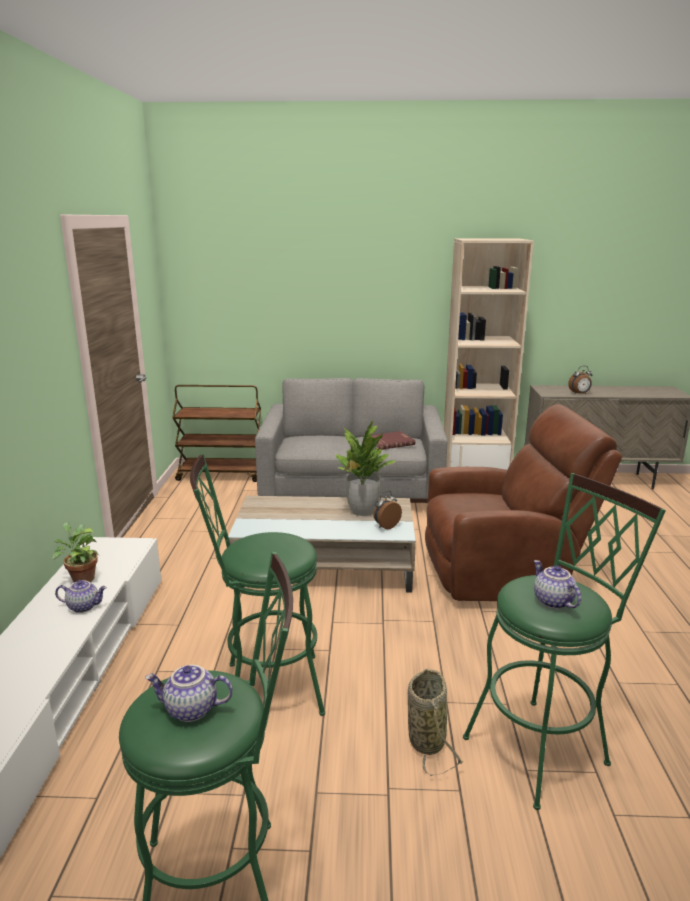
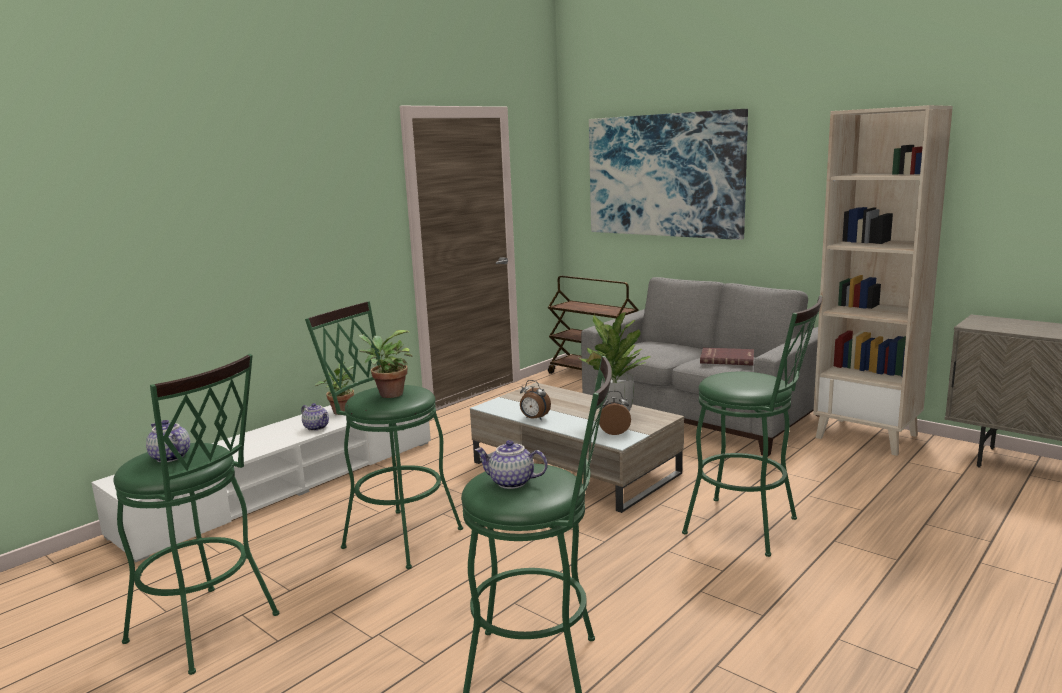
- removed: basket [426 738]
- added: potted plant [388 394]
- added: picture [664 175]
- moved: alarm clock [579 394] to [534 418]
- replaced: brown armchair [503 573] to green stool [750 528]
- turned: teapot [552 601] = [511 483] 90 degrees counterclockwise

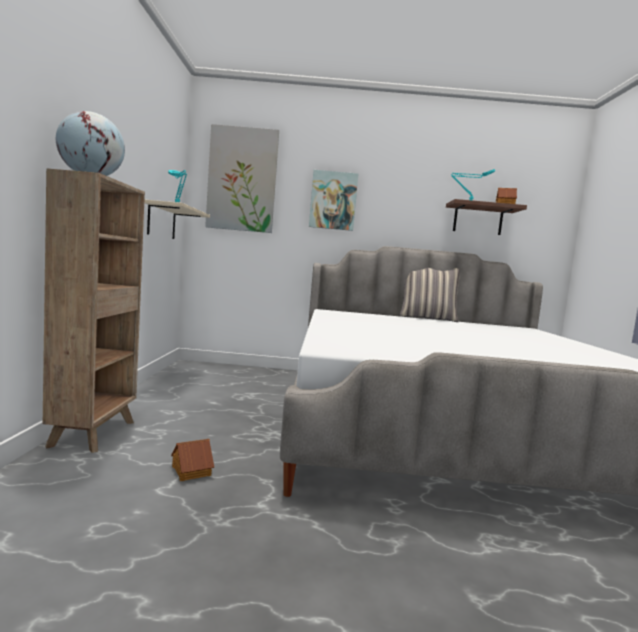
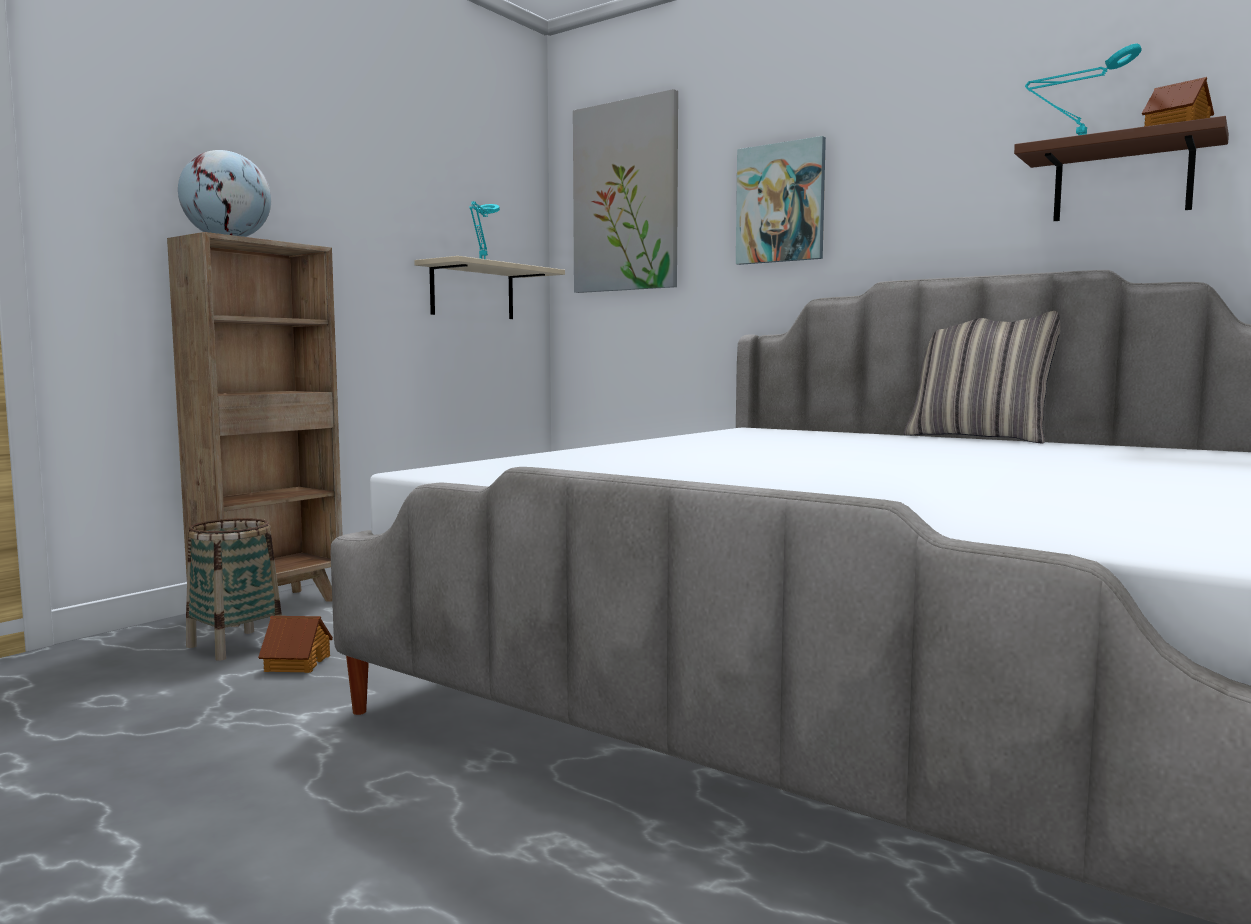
- added: basket [235 645]

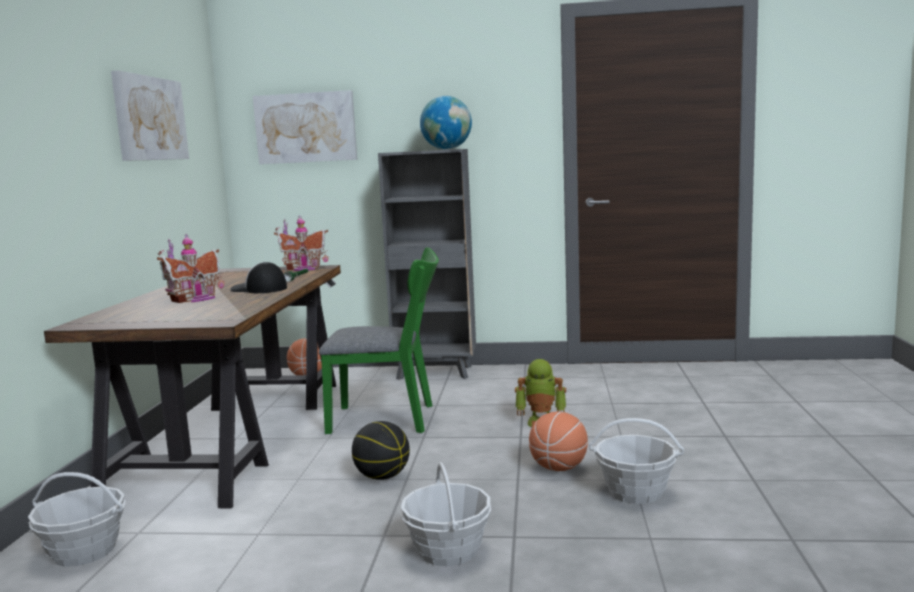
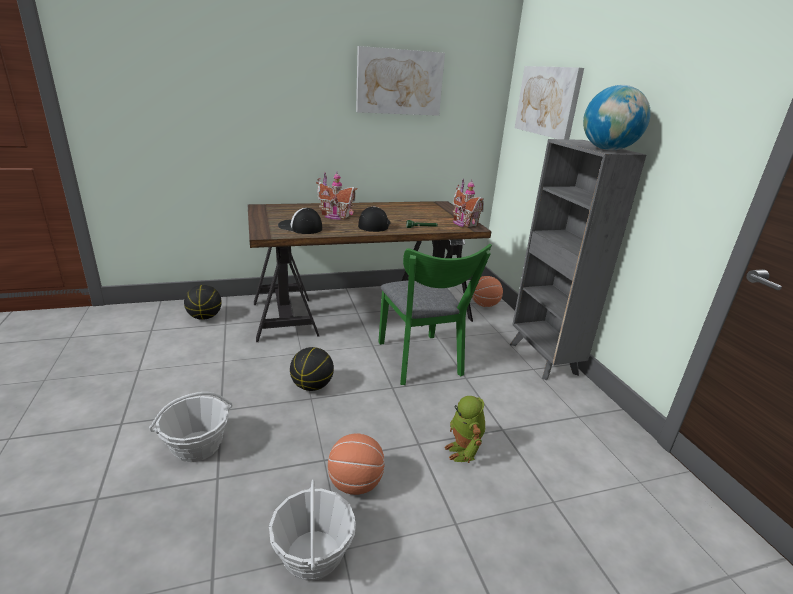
- added: cap [300 227]
- replaced: basket [84 551] to basketball [205 317]

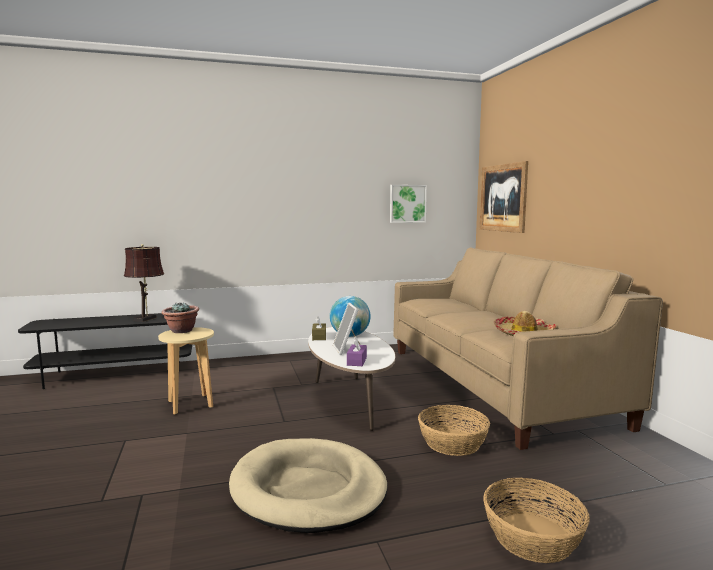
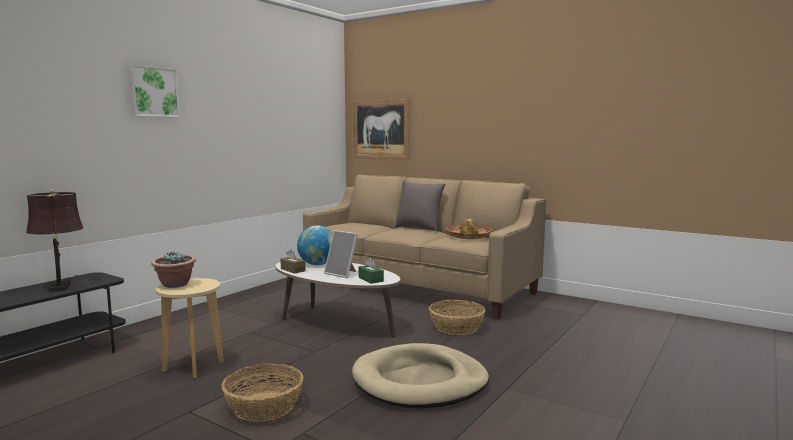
- added: grey pillow [419 228]
- moved: picture [407 203] to [153 92]
- moved: basket [533 537] to [264 407]
- recoloured: purple tissue box [357 361] to green tissue box [370 279]

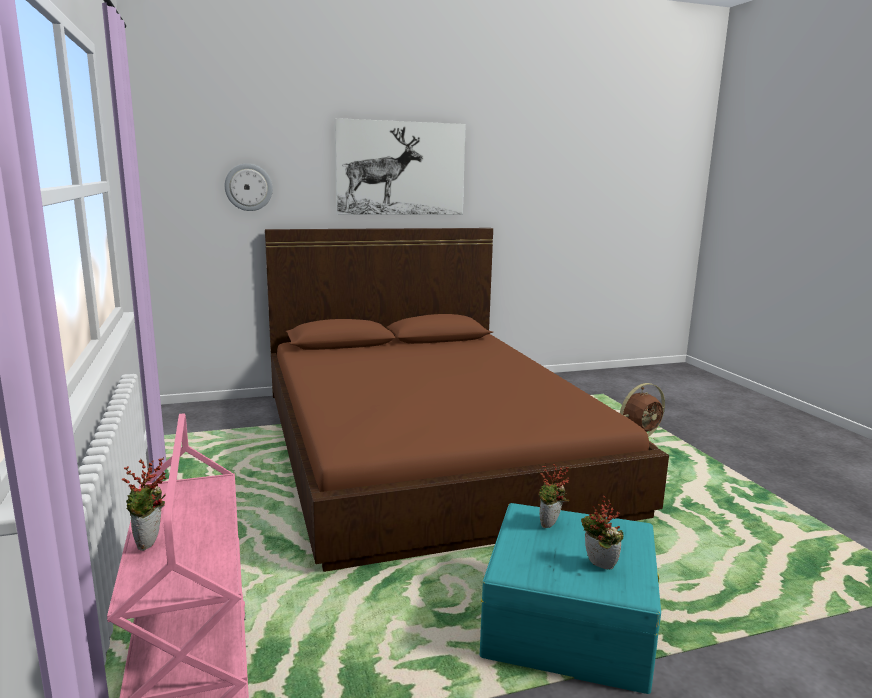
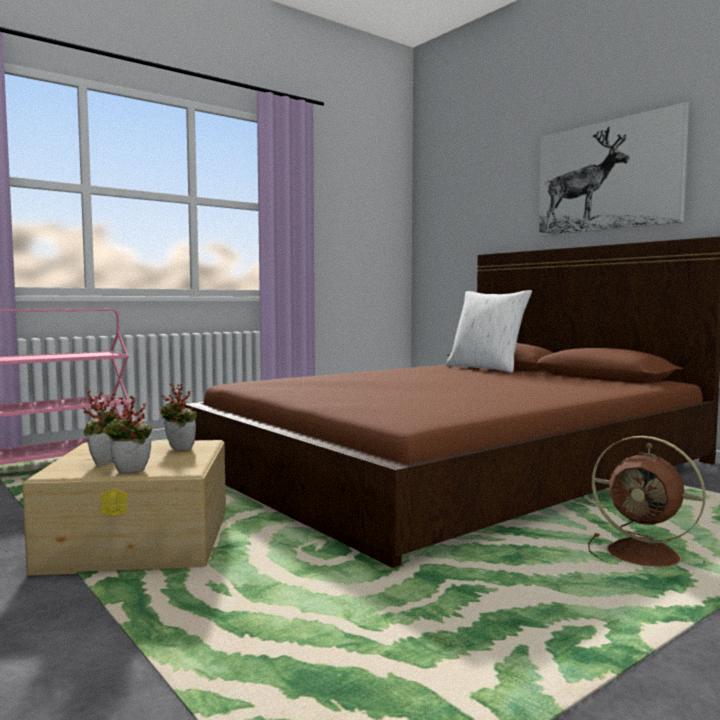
- removed: wall clock [248 187]
- added: white pillow [486 368]
- moved: potted plant [151 544] to [130 471]
- recoloured: turquoise storage box [569 621] to beige storage box [140 540]

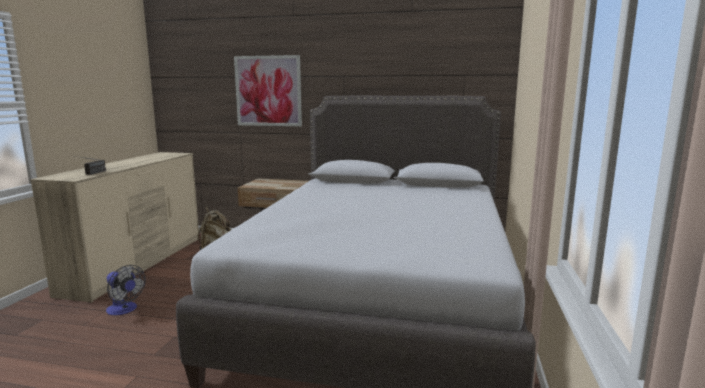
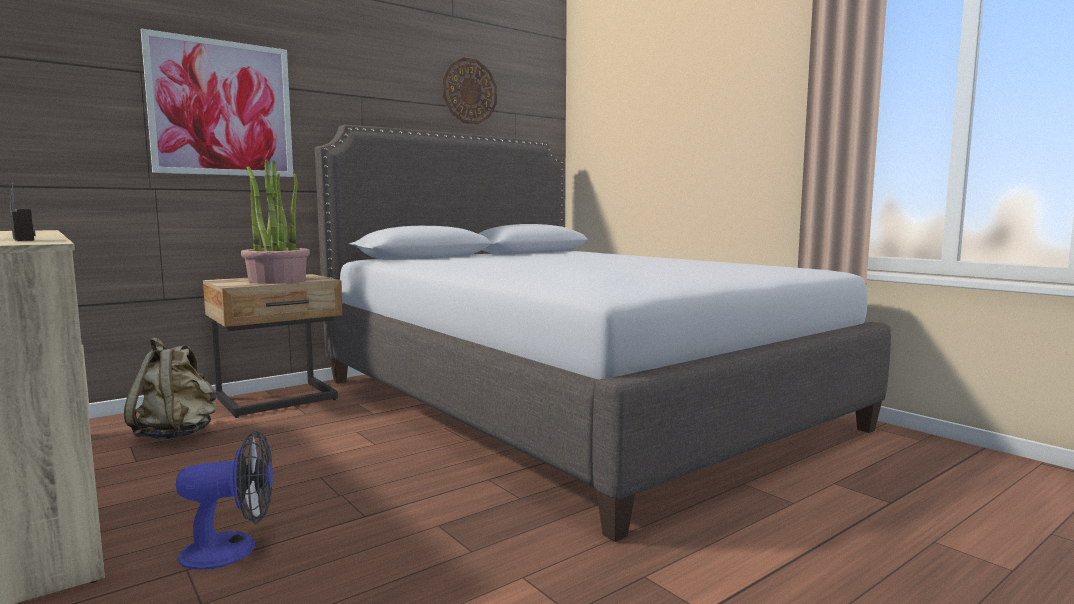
- added: potted plant [277 280]
- added: wall clock [469 91]

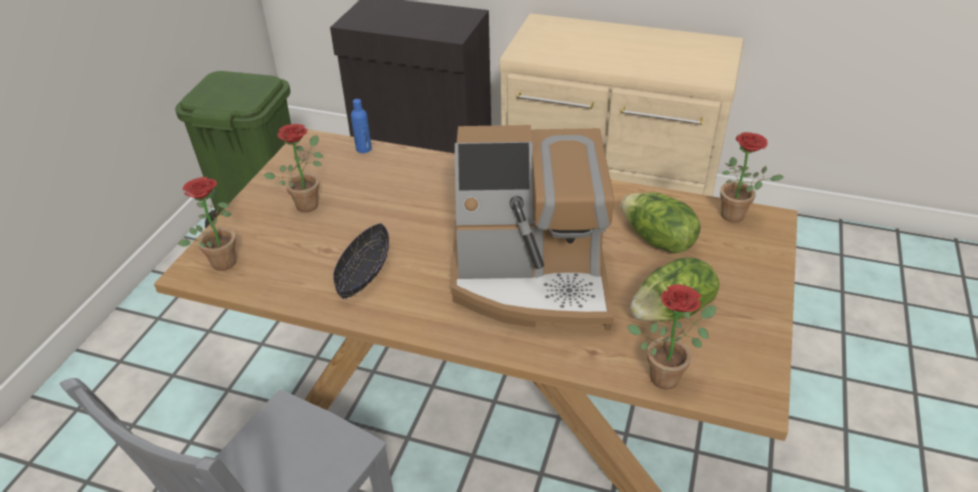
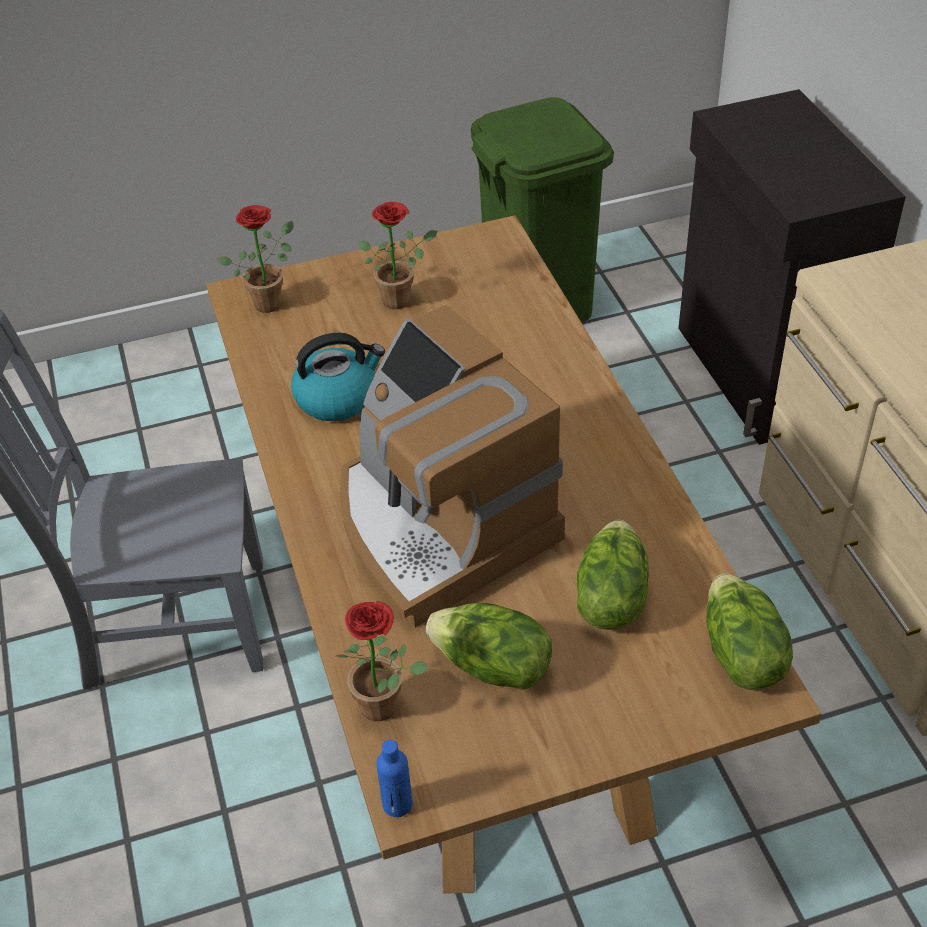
- moved: blue bottle [363 149] to [397 804]
- replaced: black bowl [363 271] to kettle [337 397]
- replaced: potted plant [738 216] to lettuce [740 654]

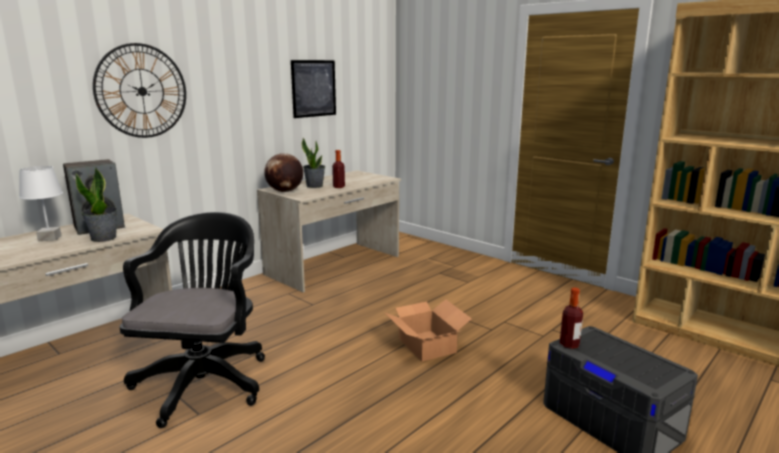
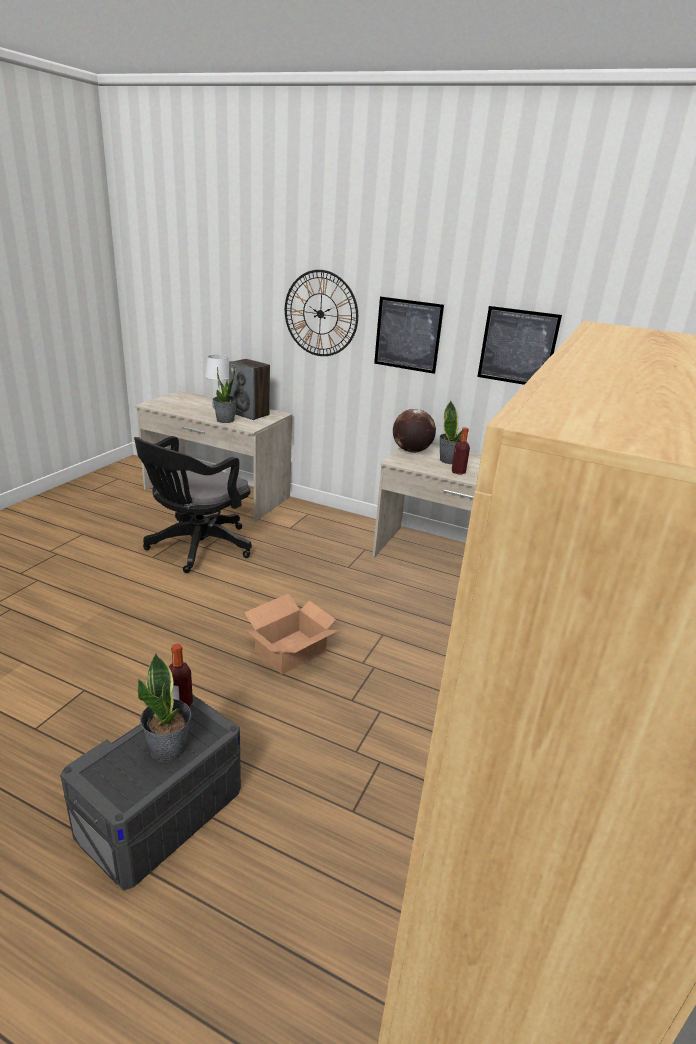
- added: potted plant [169 748]
- added: picture [408 335]
- turned: black office chair [205 380] = [196 548] 135 degrees clockwise

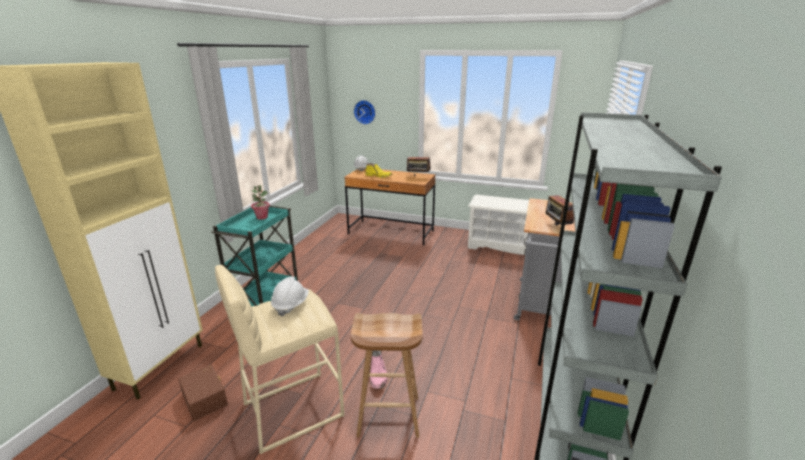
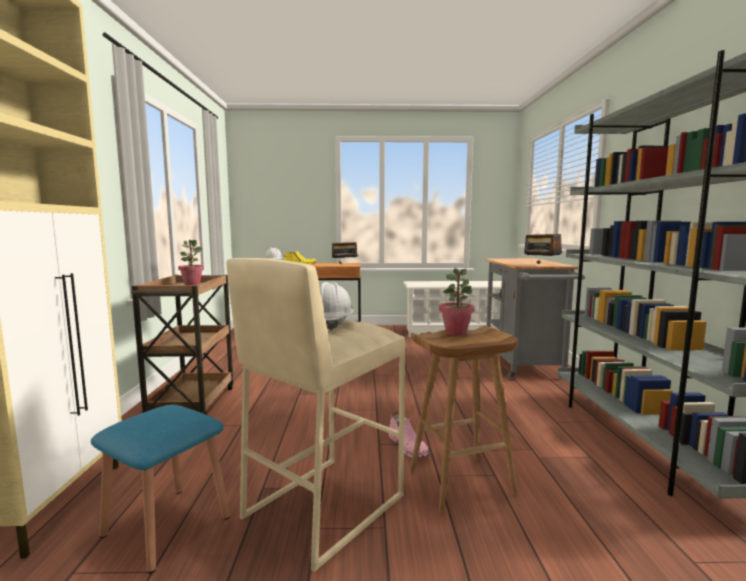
- removed: wall clock [365 112]
- added: potted plant [456 332]
- replaced: brown storage box [206 398] to blue stool [167 526]
- recoloured: turquoise cart [265 298] to brown cart [192 403]

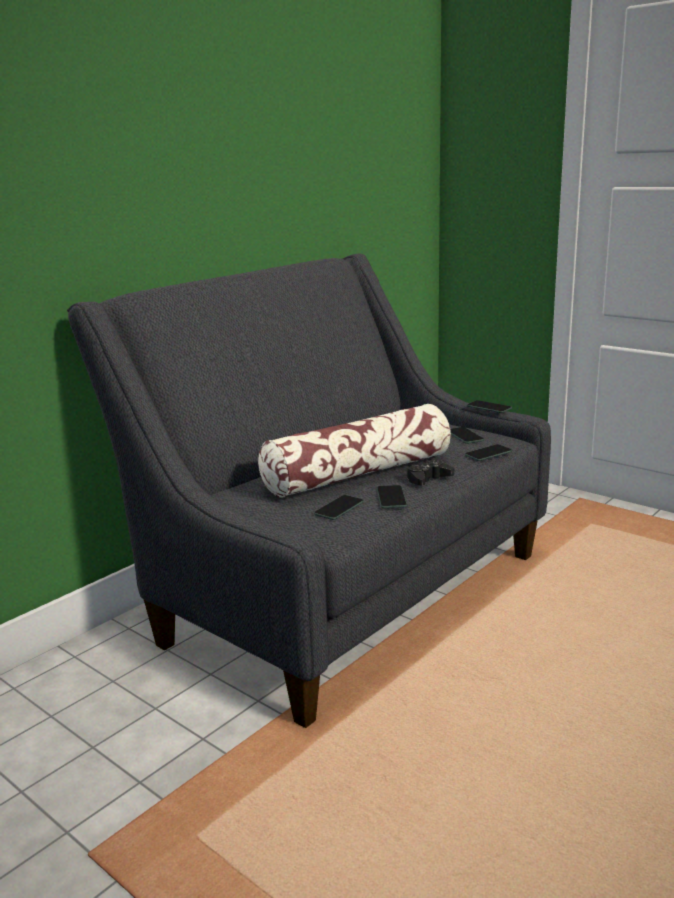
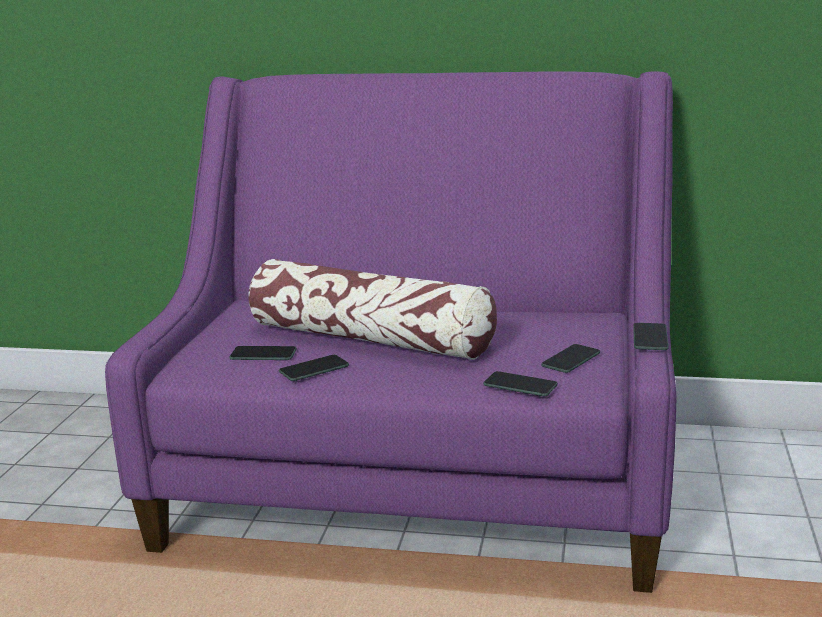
- removed: black game controller [428 479]
- recoloured: grey sofa [341 591] to purple sofa [417 489]

